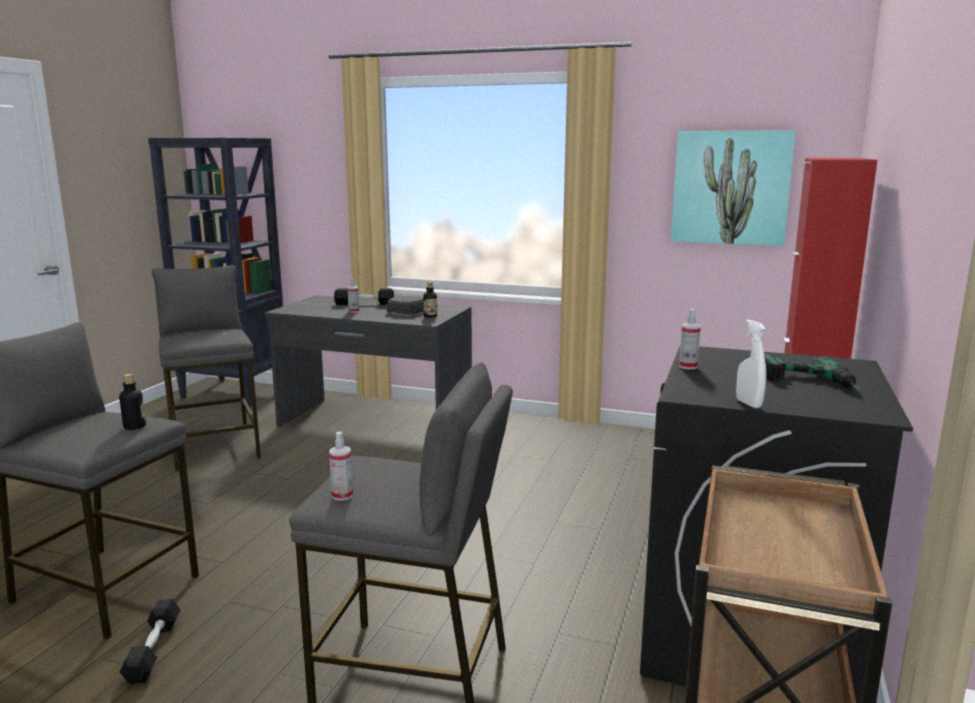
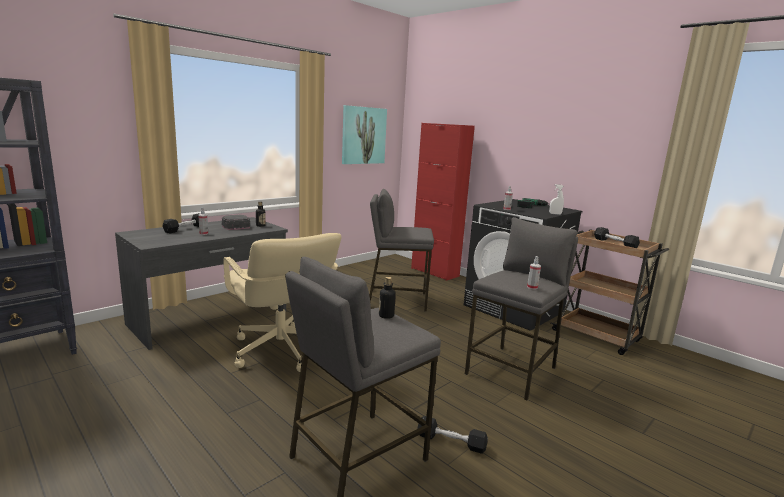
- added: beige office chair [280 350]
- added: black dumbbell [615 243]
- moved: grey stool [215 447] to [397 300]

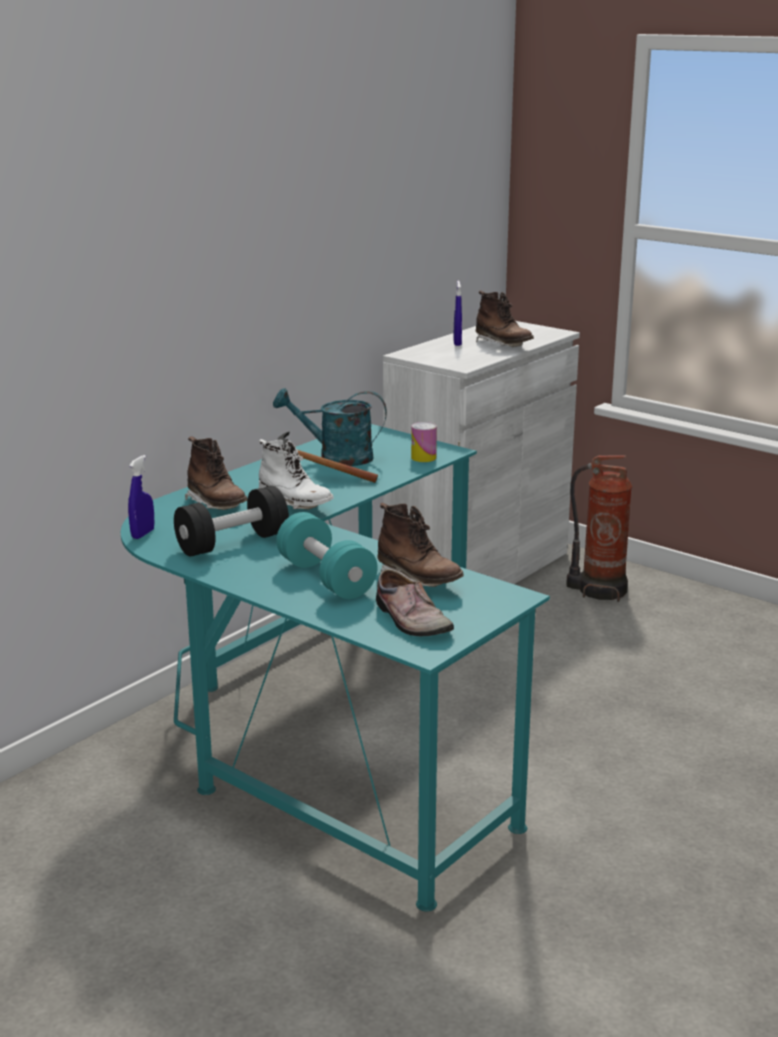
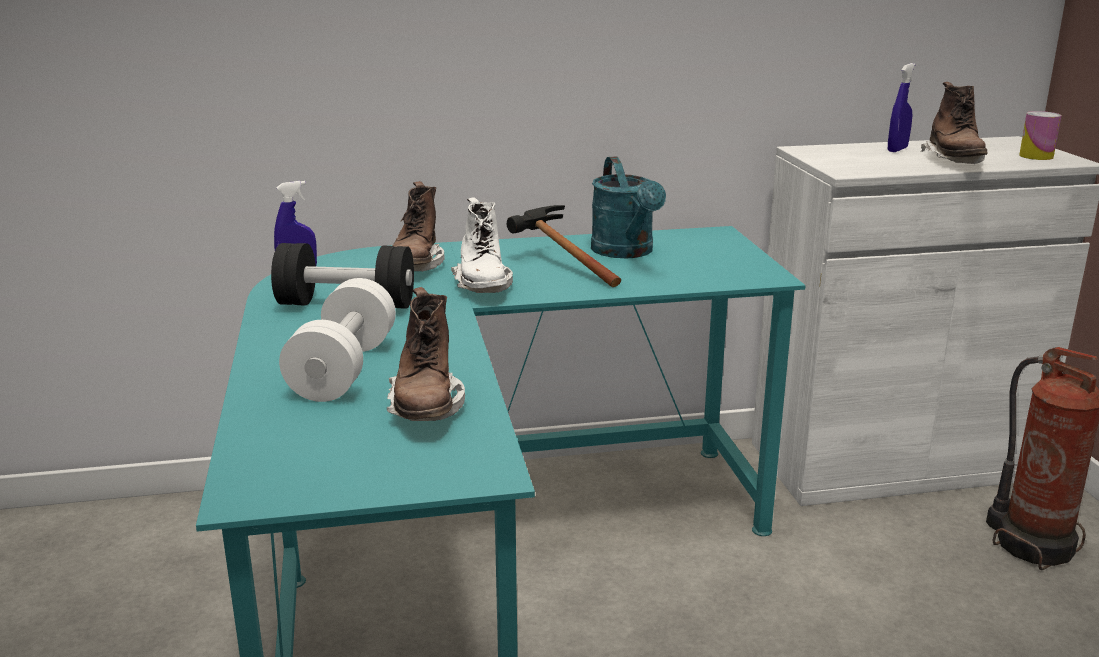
- removed: shoe [409 620]
- moved: can [423 457] to [1036 156]
- recoloured: turquoise dumbbell [326 578] to white dumbbell [343 369]
- turned: turquoise watering can [336 457] = [626 252] 150 degrees counterclockwise

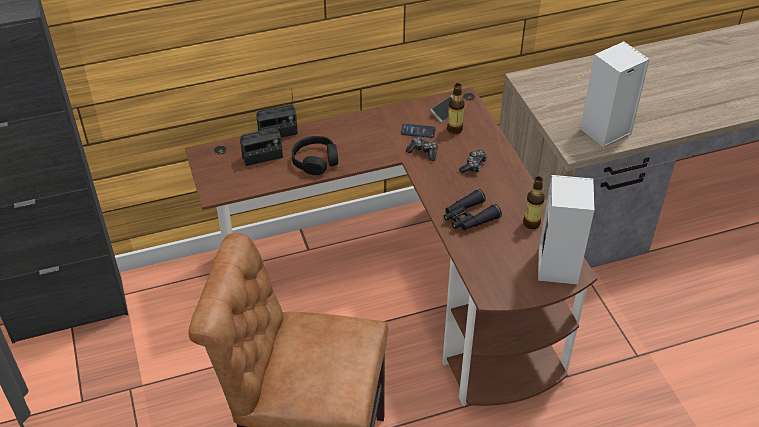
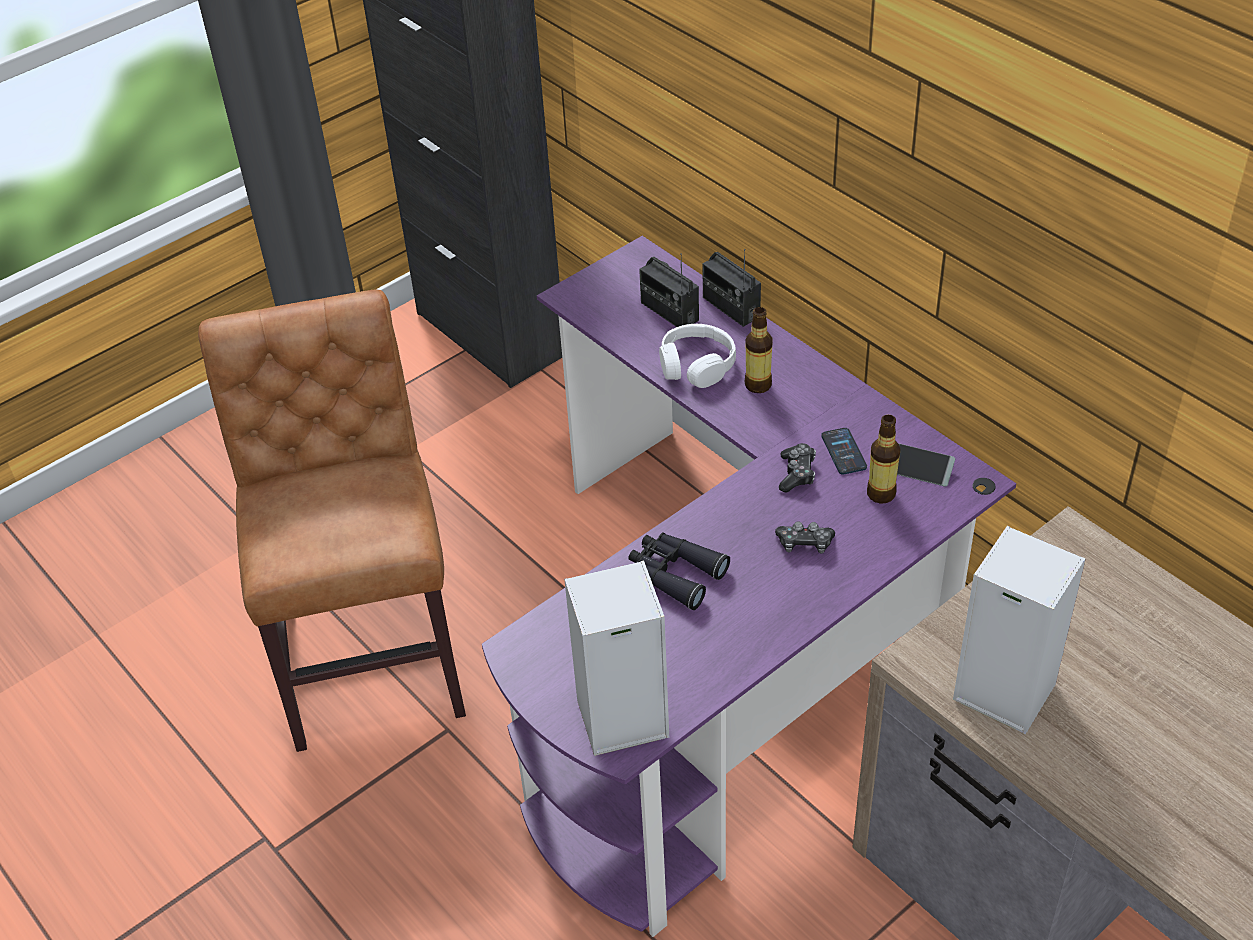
- moved: bottle [531 223] to [758 385]
- recoloured: brown desk [408 285] to purple desk [731 659]
- recoloured: black headphones [315 161] to white headphones [696 365]

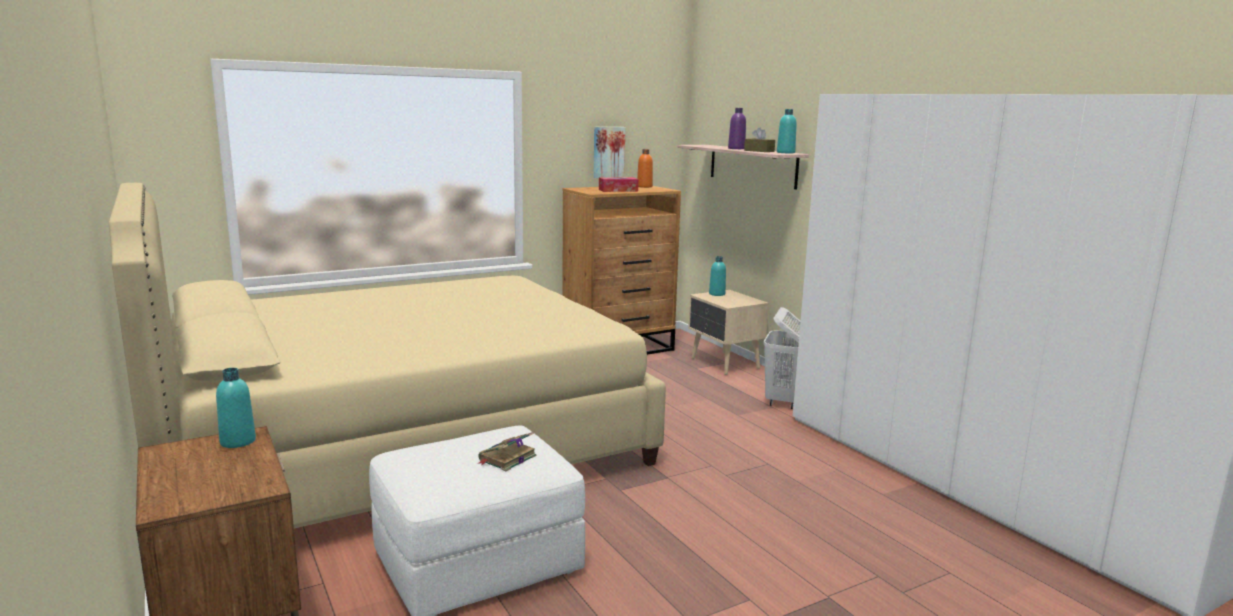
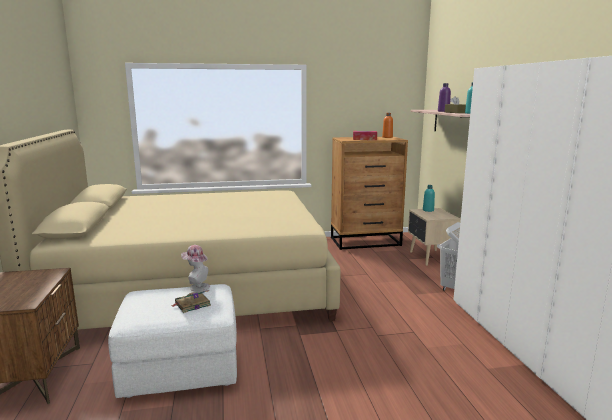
- removed: turquoise bottle [238 441]
- removed: picture [608 152]
- added: hat [197 287]

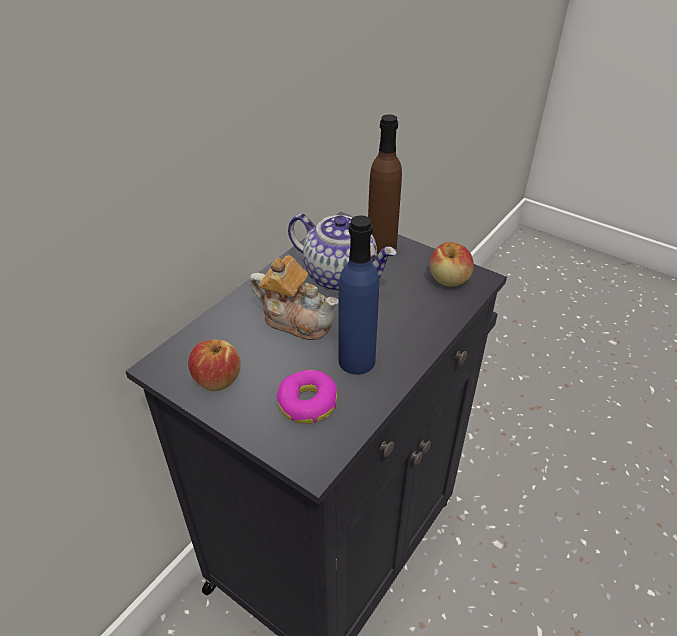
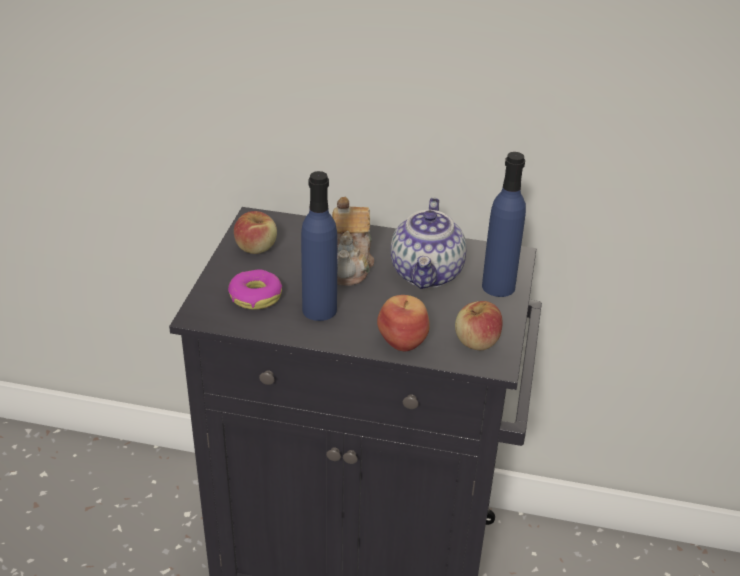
- added: apple [403 340]
- recoloured: brown bottle [381 245] to blue bottle [498 286]

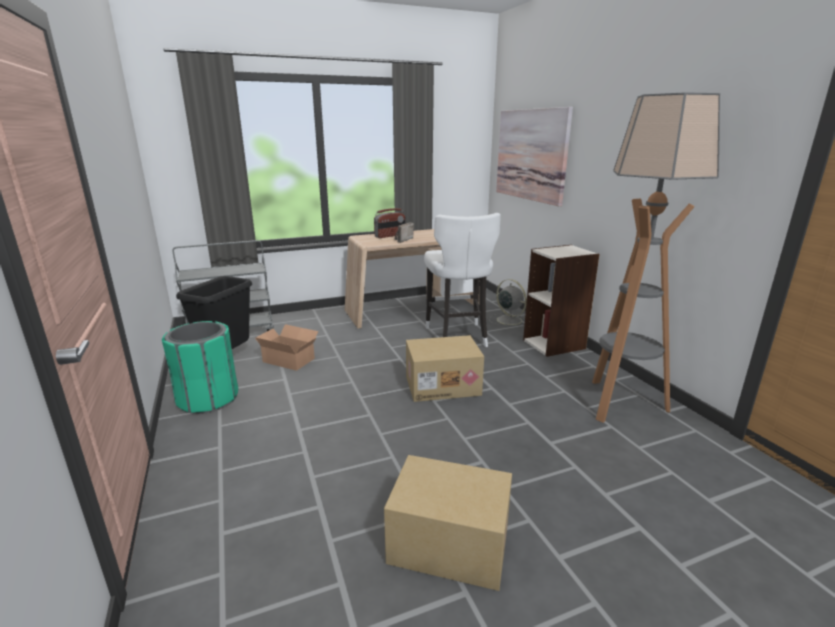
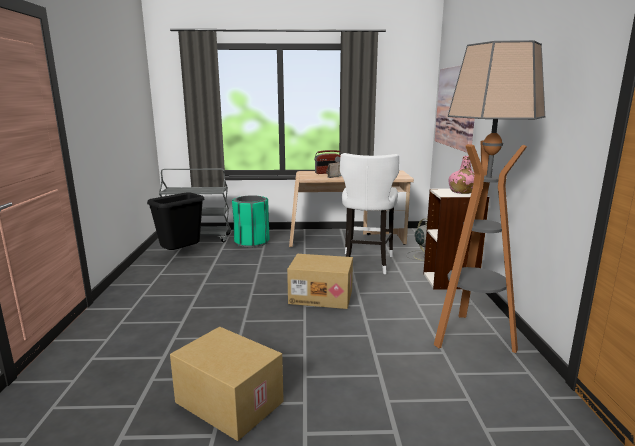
- removed: cardboard box [289 359]
- added: pink bottle [462 192]
- moved: green trash can [208 399] to [252 242]

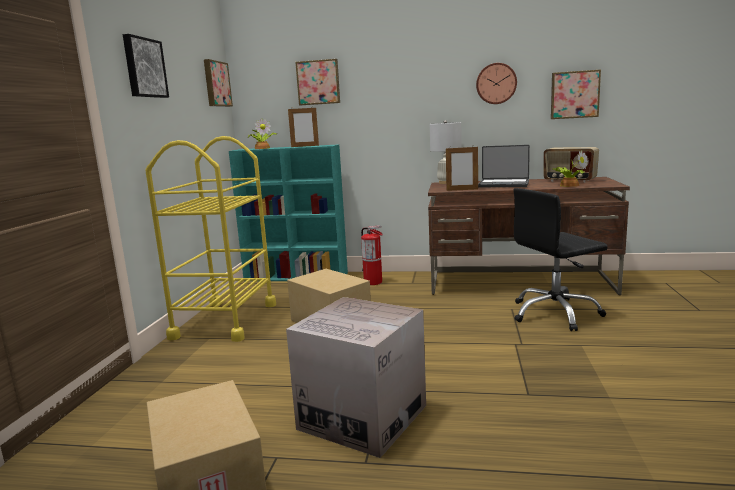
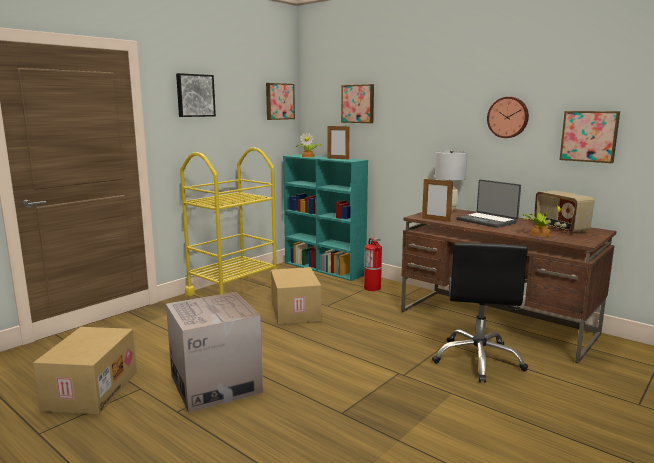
- turned: black office chair [555 313] = [478 360] 90 degrees counterclockwise

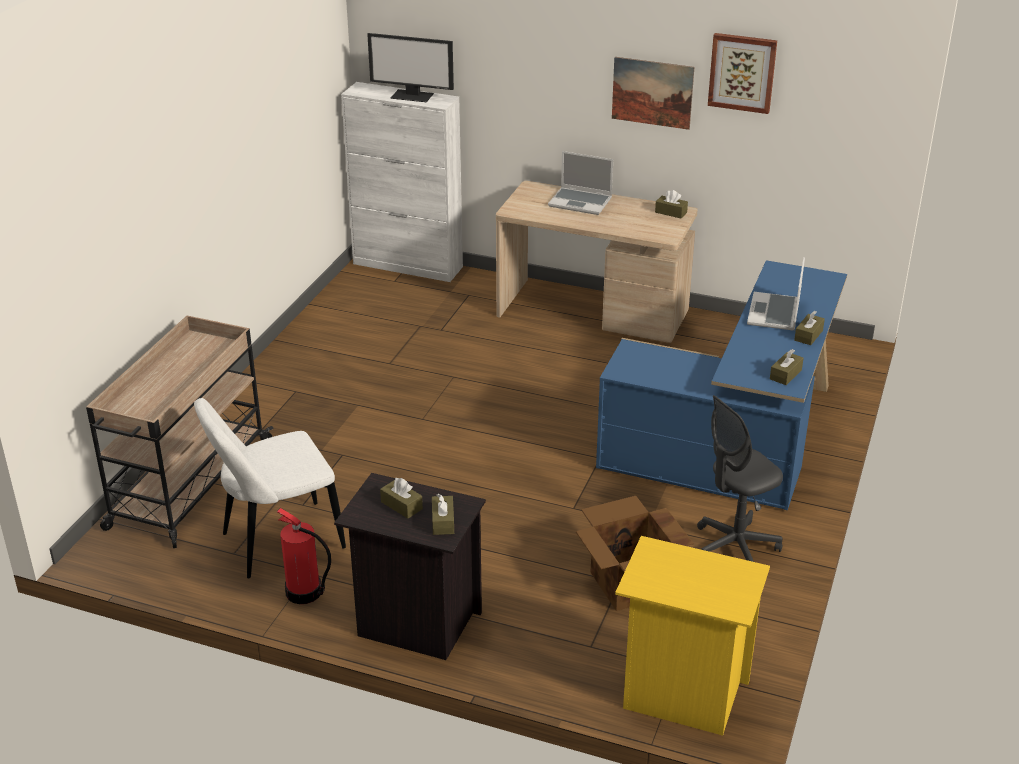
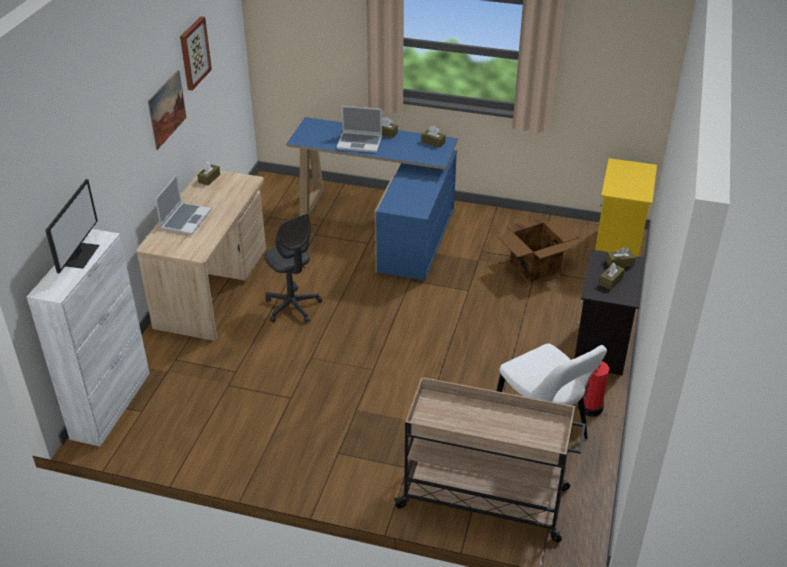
- moved: grey office chair [735 547] to [292 307]

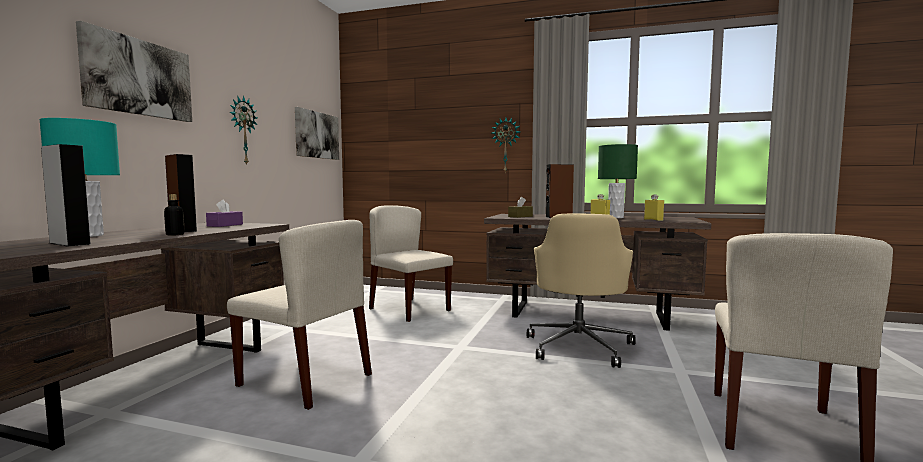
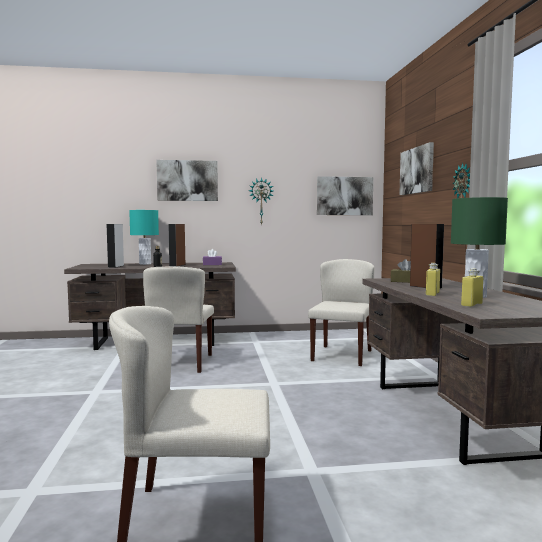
- removed: beige office chair [579 346]
- added: picture [417 170]

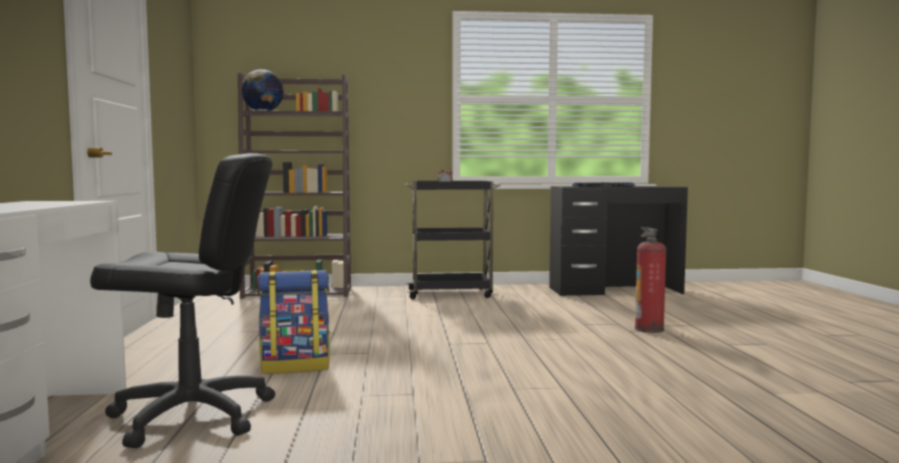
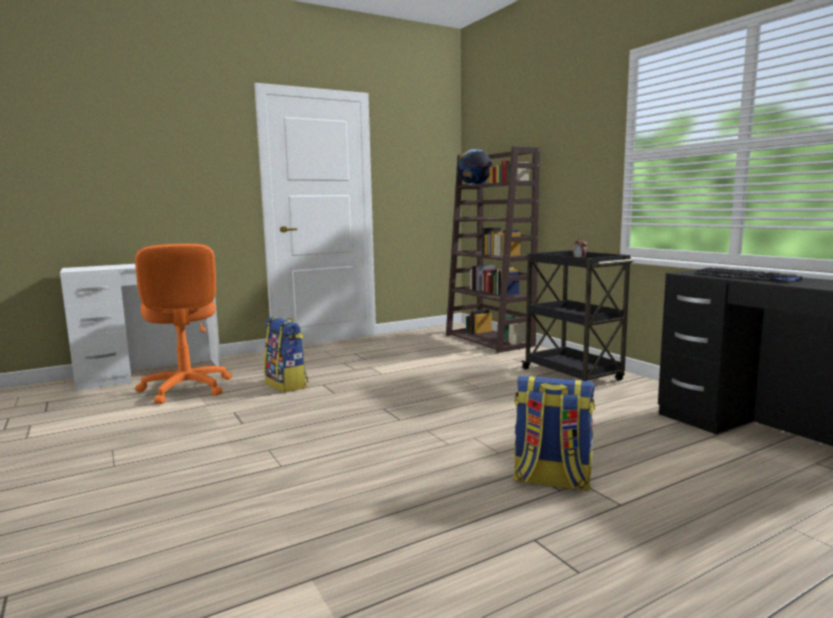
- replaced: fire extinguisher [649 329] to backpack [551 480]
- recoloured: black office chair [192 416] to orange office chair [186 389]

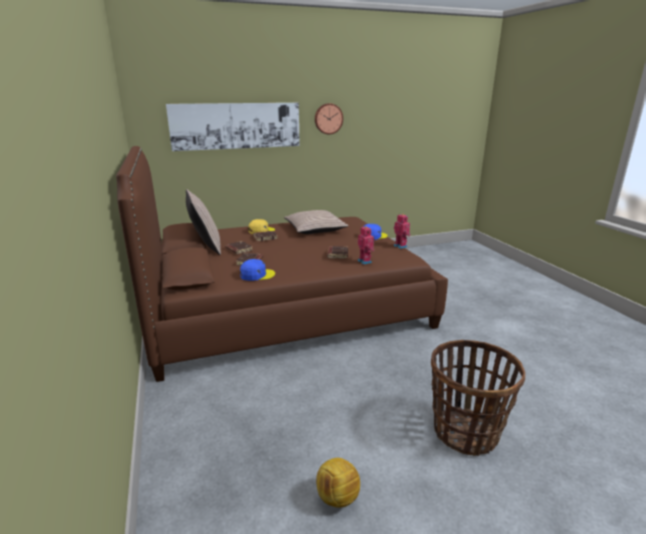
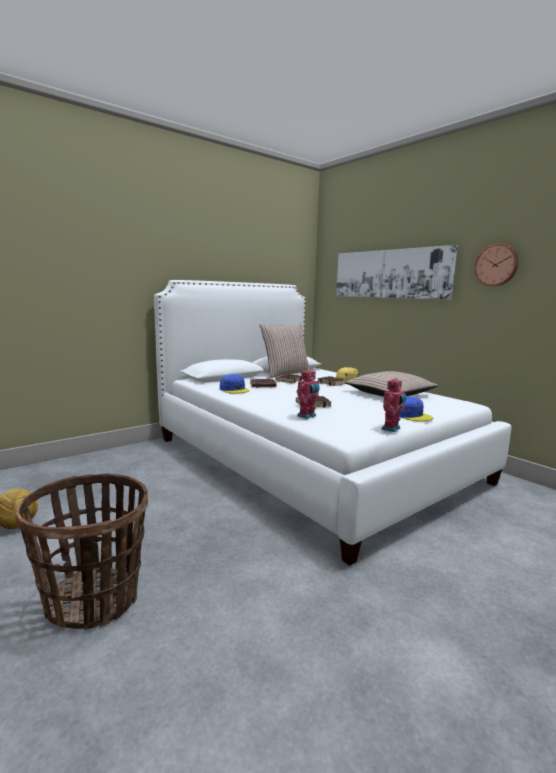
- recoloured: brown bed [284 306] to white bed [311 459]

